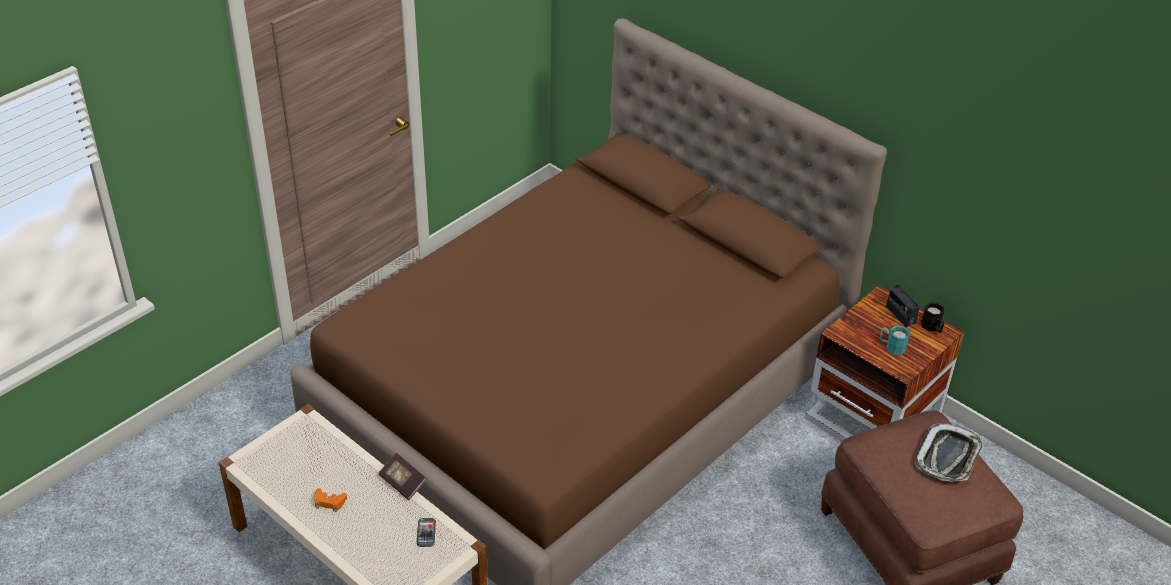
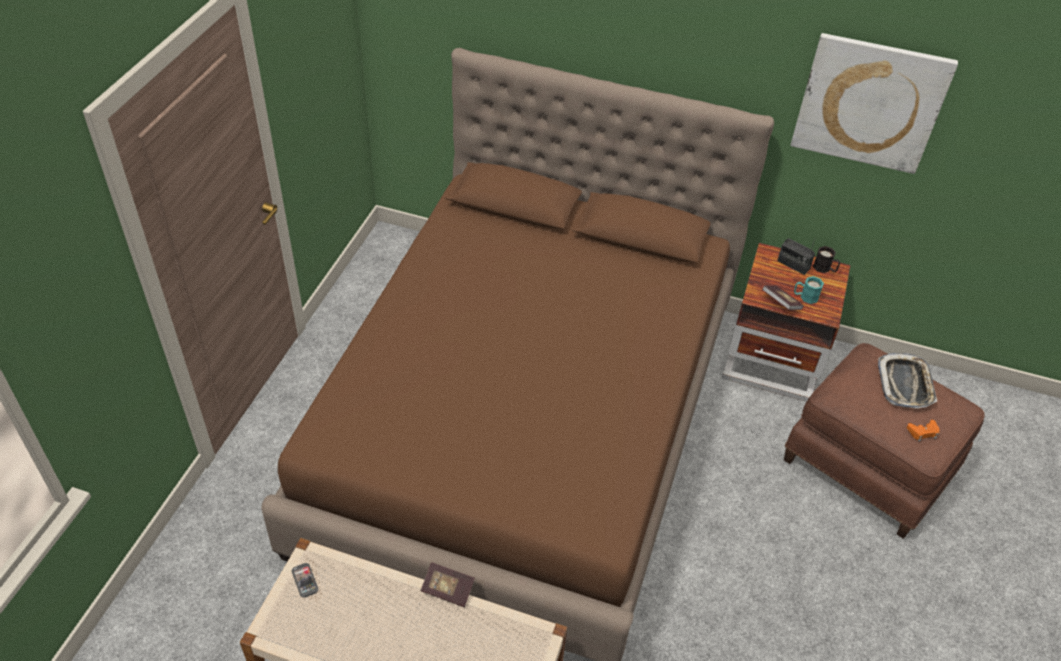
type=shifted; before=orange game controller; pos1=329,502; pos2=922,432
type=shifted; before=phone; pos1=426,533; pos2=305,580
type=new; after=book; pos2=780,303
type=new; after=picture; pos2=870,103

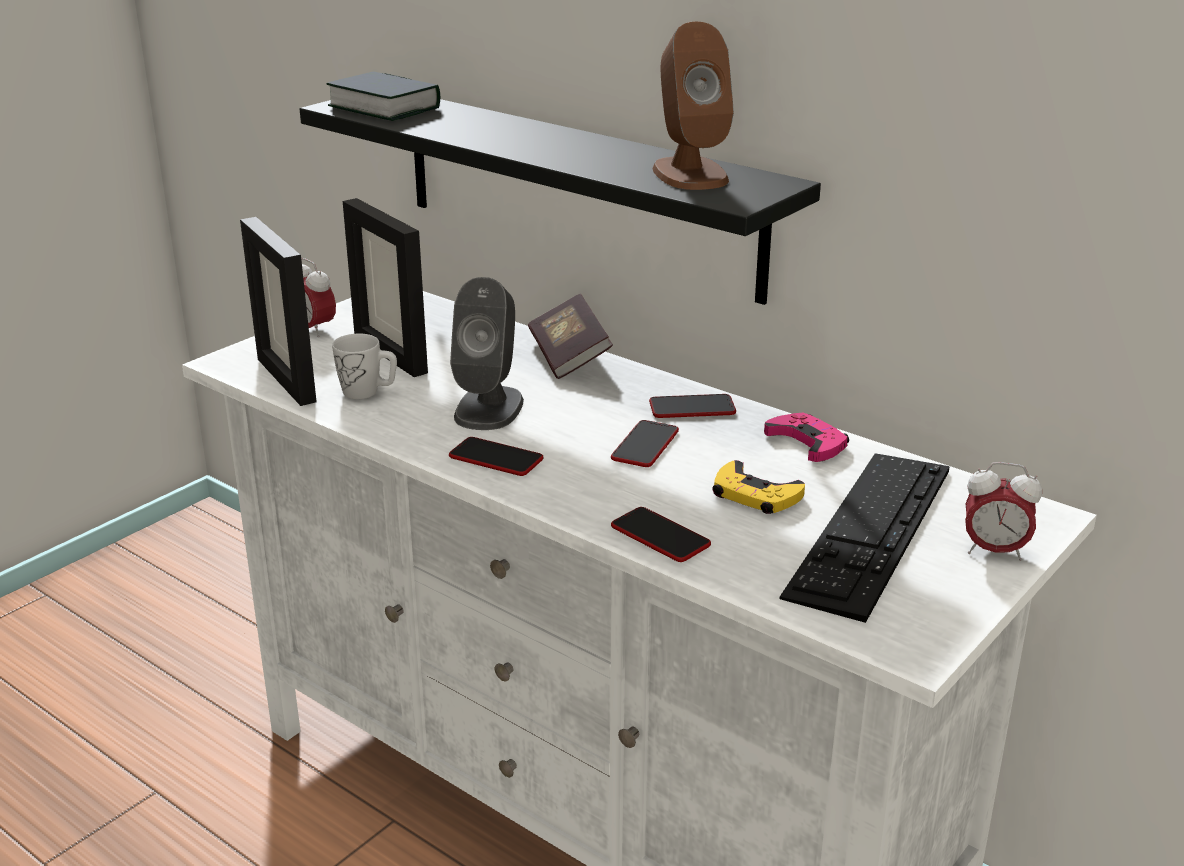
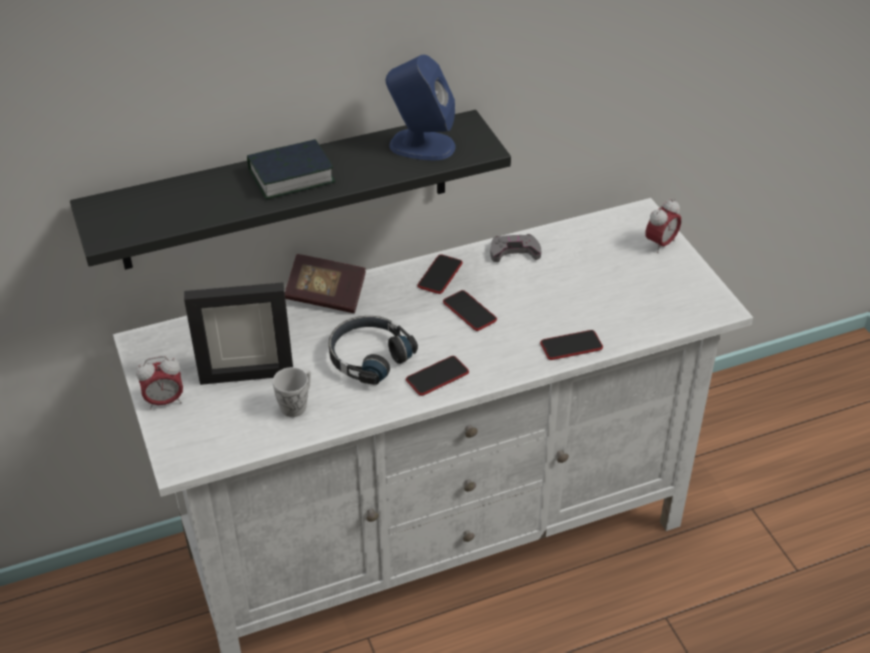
type=gone; before=picture frame; pos1=289,379
type=shifted; before=book; pos1=384,107; pos2=291,176
type=swapped; before=grey speaker; after=black headphones; pos1=489,408; pos2=368,356
type=repainted; before=brown speaker; after=blue speaker; pos1=689,174; pos2=421,145
type=gone; before=yellow game controller; pos1=755,495
type=repainted; before=pink game controller; after=grey game controller; pos1=807,442; pos2=514,251
type=gone; before=keyboard; pos1=870,530

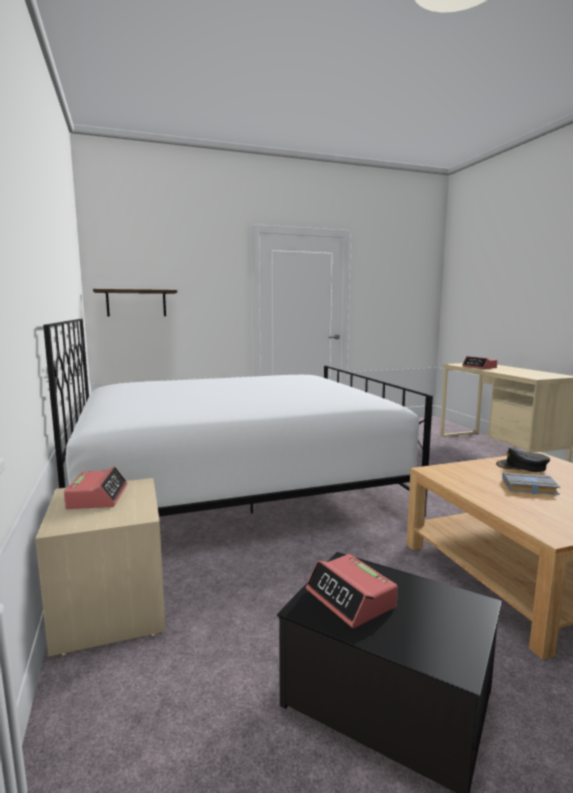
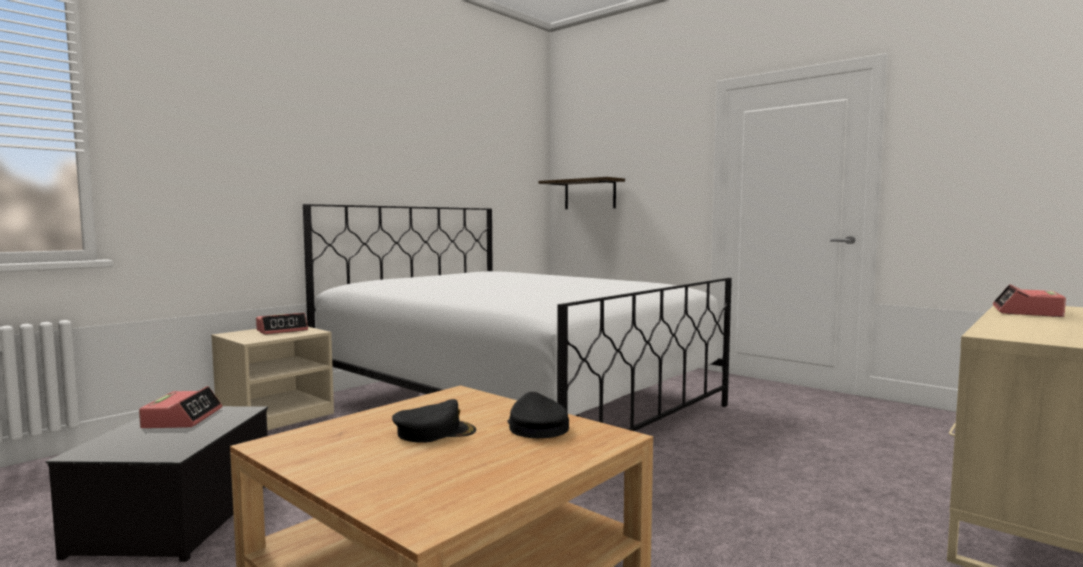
type=rotated; before=alarm clock; pos1=351,599; pos2=183,418; turn=150
type=swapped; before=grey book; after=black cap; pos1=528,487; pos2=434,432

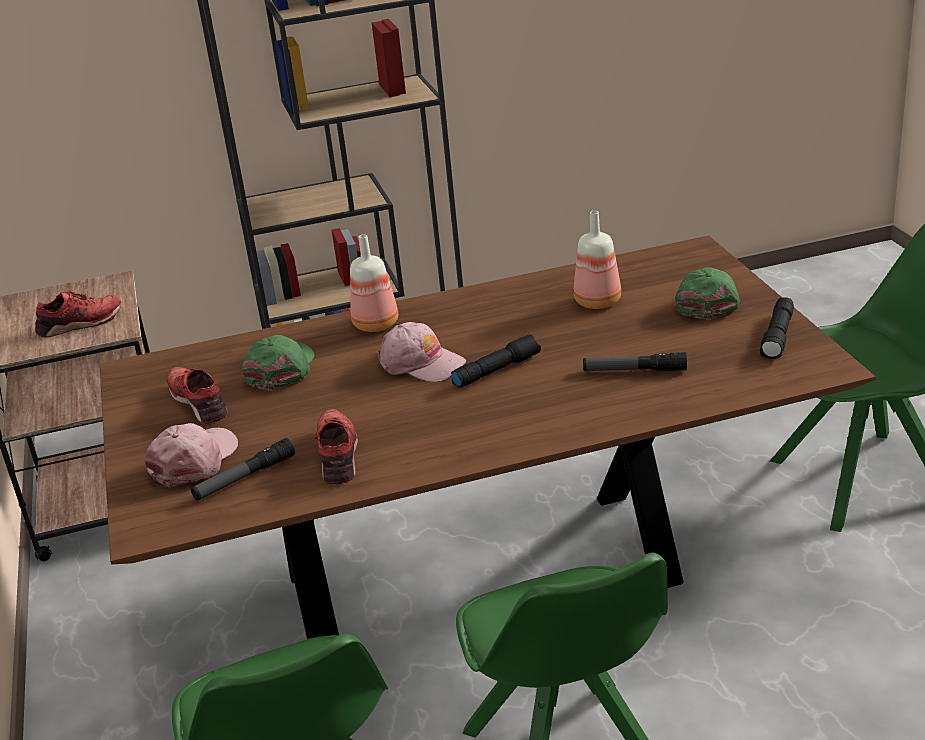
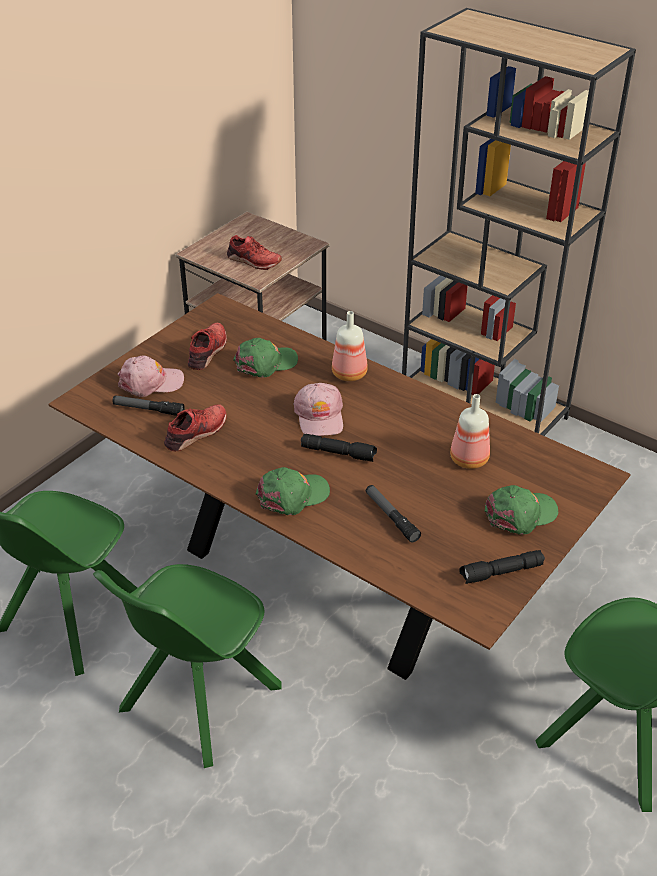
type=new; after=green cap; pos2=293,496

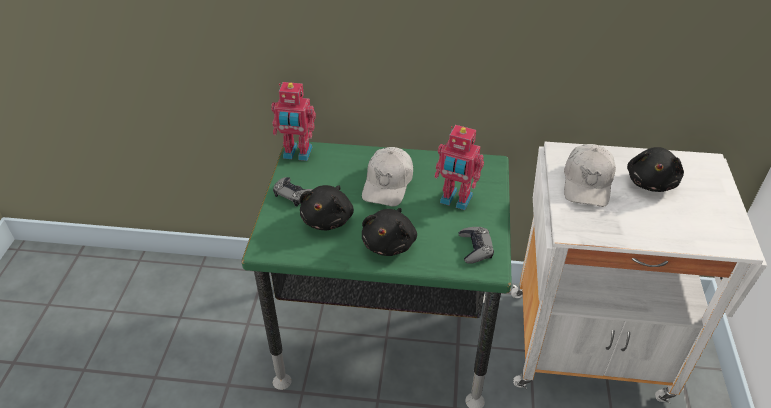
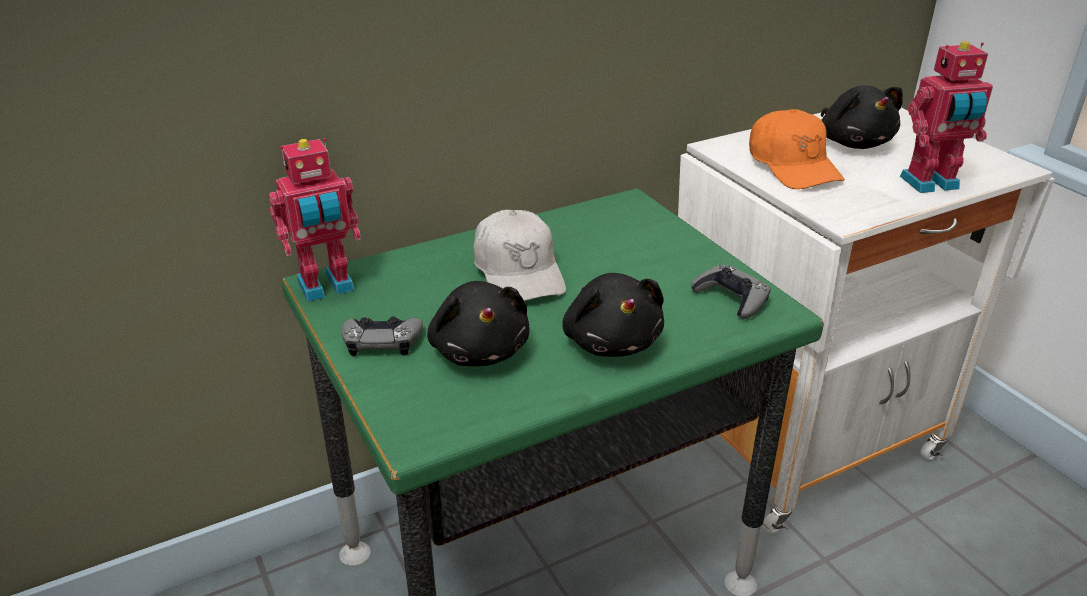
type=shifted; before=toy robot; pos1=455,200; pos2=931,184
type=repainted; before=white cap; after=orange cap; pos1=587,183; pos2=792,166

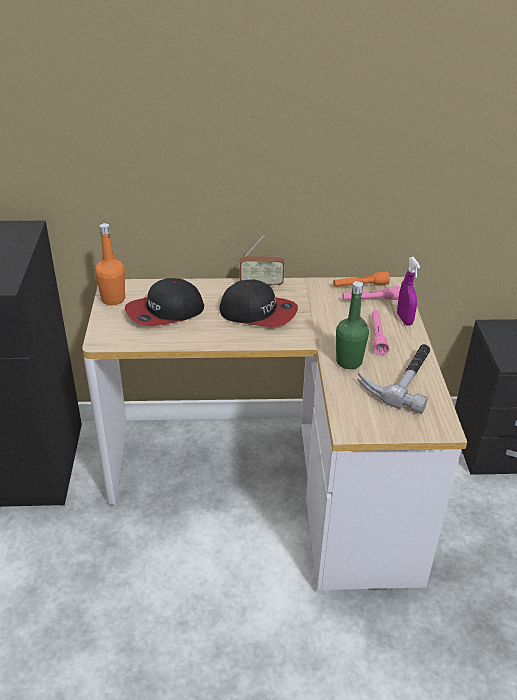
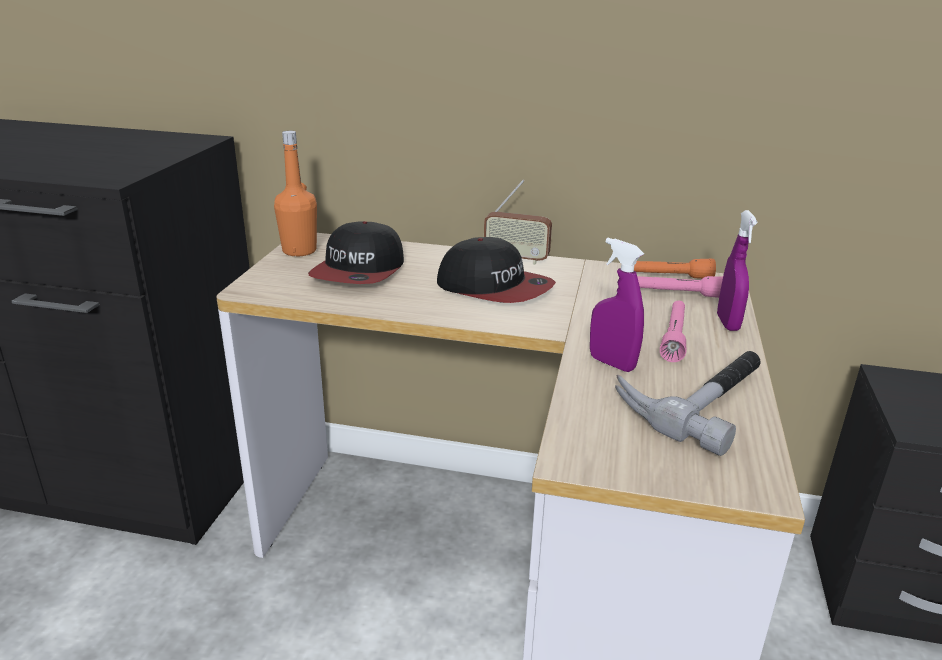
type=rotated; before=cap; pos1=165,312; pos2=360,271; turn=-60
type=swapped; before=green bottle; after=purple spray bottle; pos1=349,362; pos2=612,363

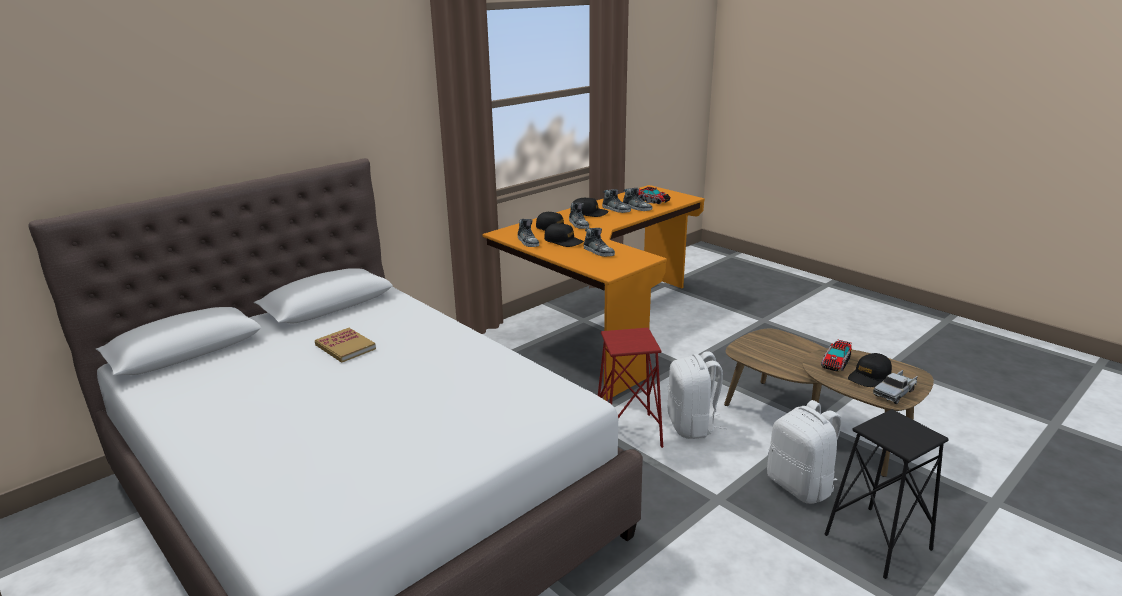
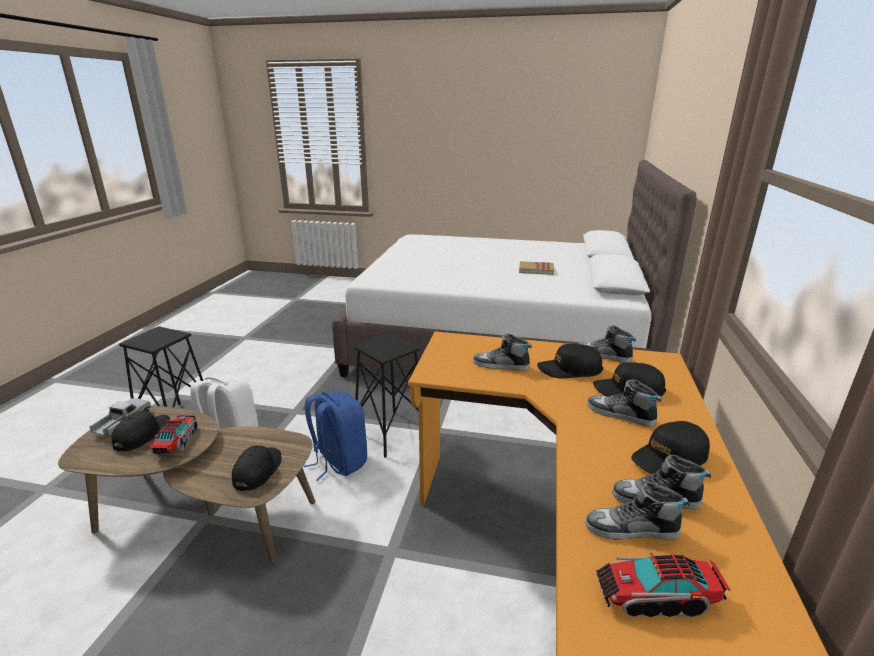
type=repainted; before=red stool; after=black stool; pos1=628,433; pos2=390,433
type=repainted; before=white backpack; after=blue backpack; pos1=692,426; pos2=338,461
type=new; after=black cap; pos2=258,471

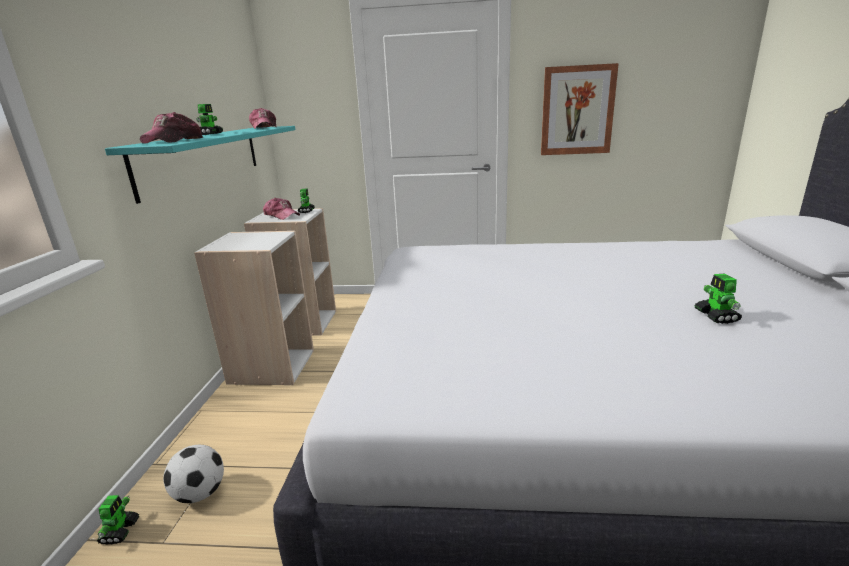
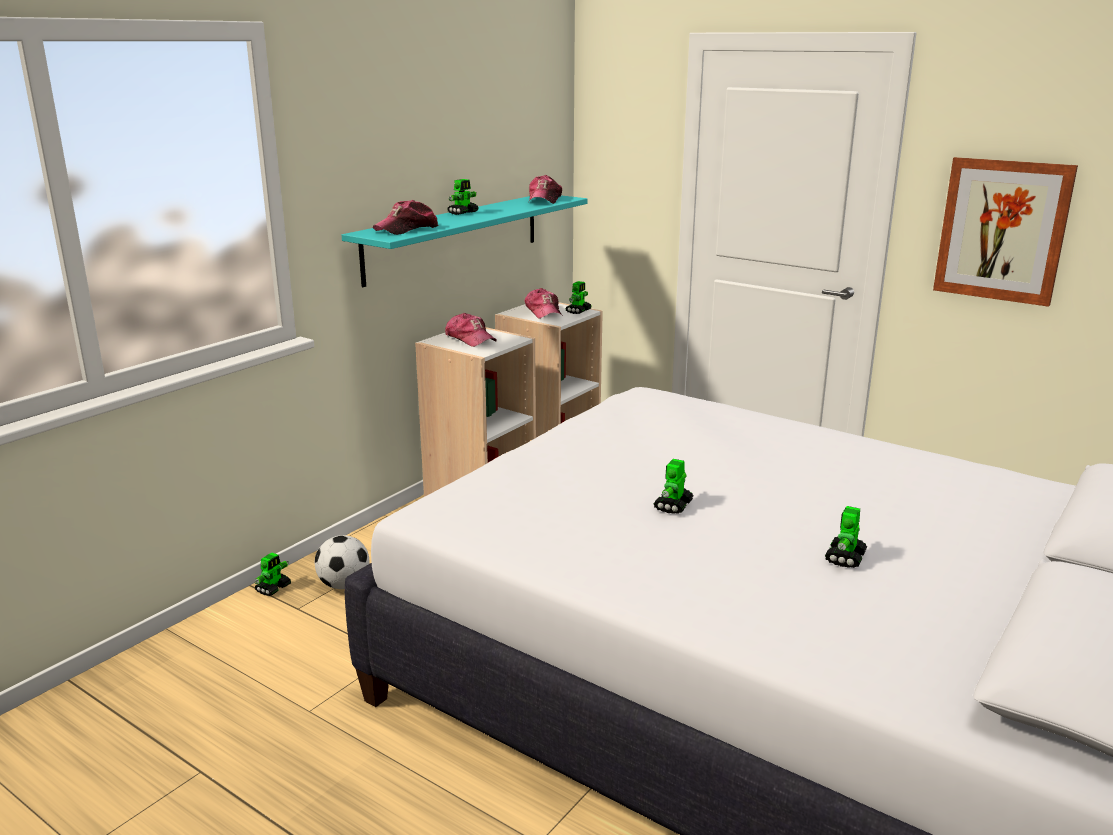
type=new; after=cap; pos2=470,339
type=new; after=toy robot; pos2=673,506

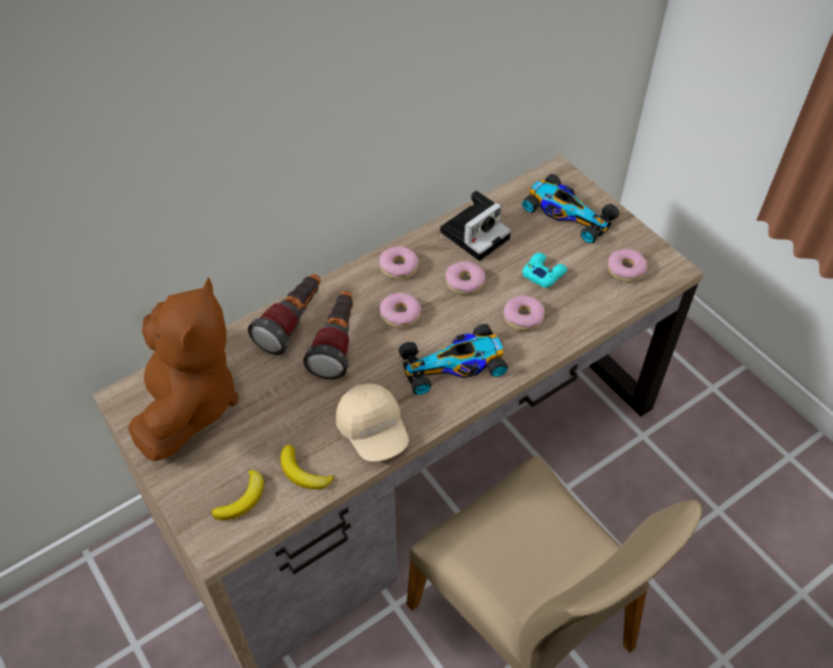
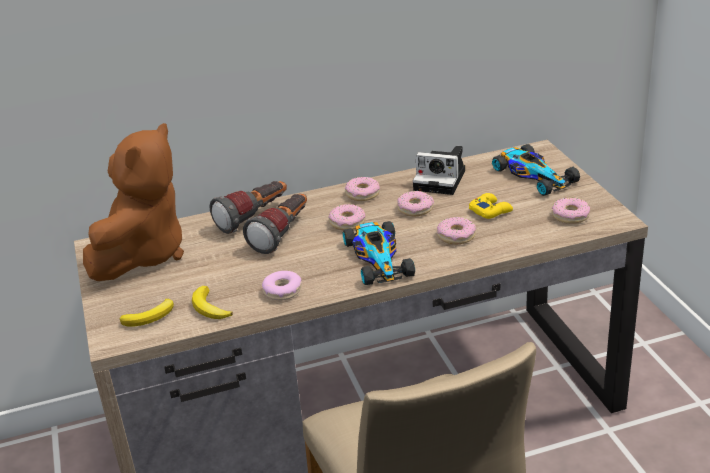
type=swapped; before=beige cap; after=donut; pos1=373,431; pos2=282,291
type=rotated; before=toy car; pos1=455,364; pos2=378,258; turn=-105
type=rotated; before=photo camera; pos1=476,233; pos2=442,180; turn=45
type=repainted; before=turquoise game controller; after=yellow game controller; pos1=543,273; pos2=490,210

